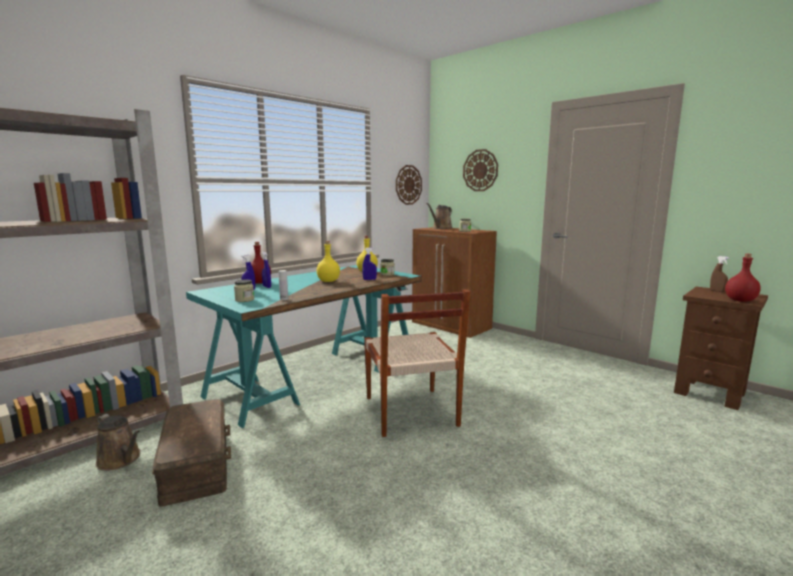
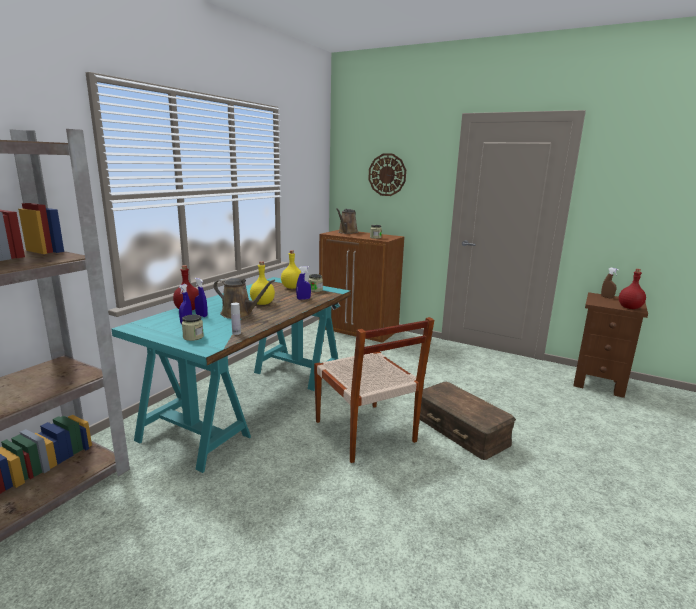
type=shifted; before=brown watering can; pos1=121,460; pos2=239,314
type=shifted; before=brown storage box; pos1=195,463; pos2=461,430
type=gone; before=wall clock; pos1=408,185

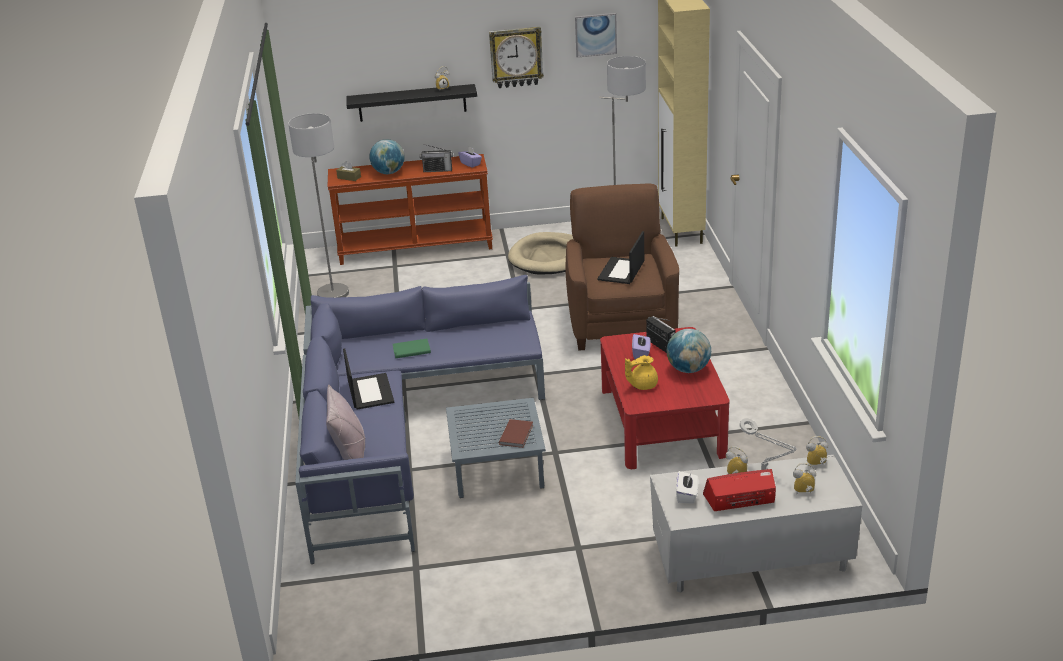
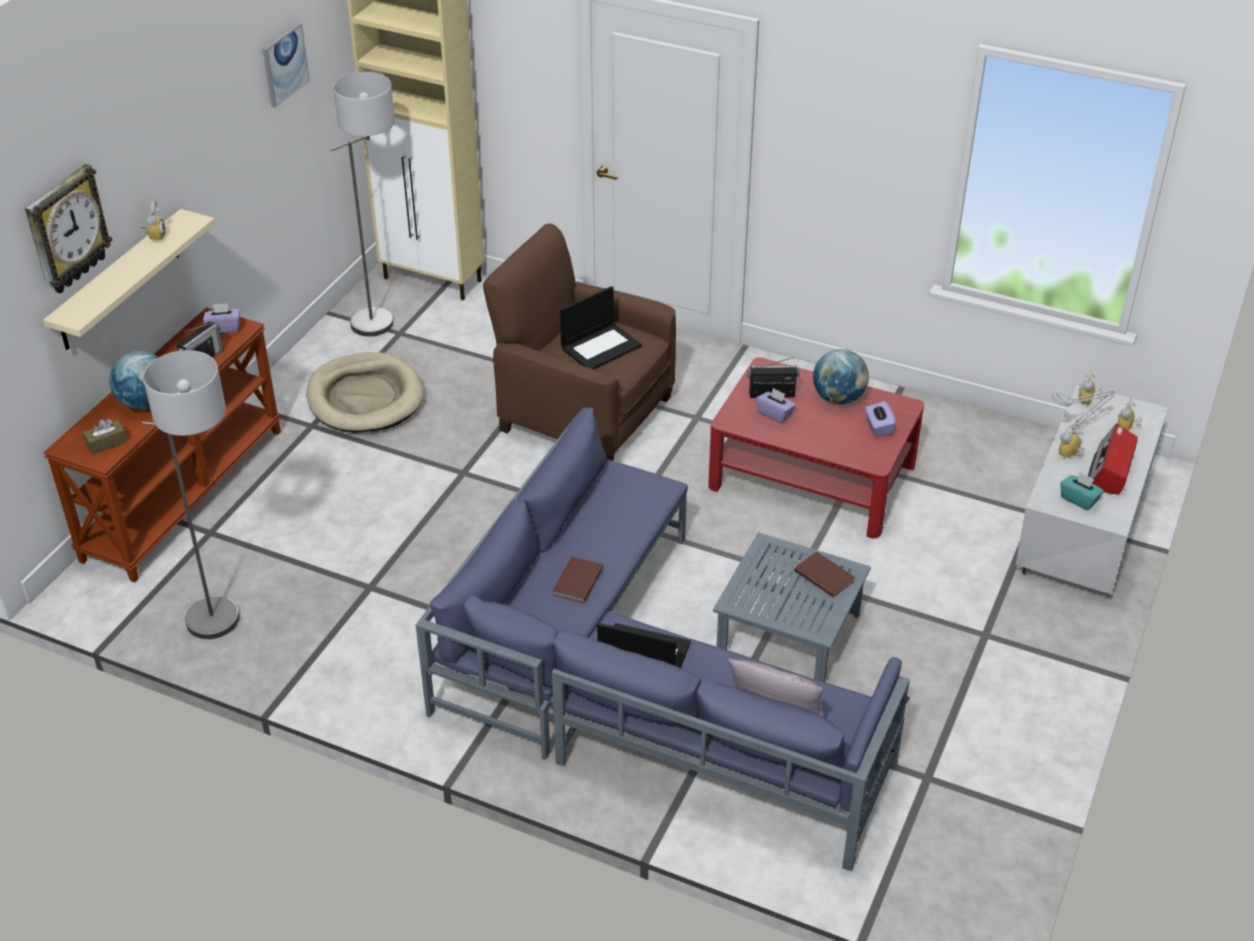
type=repainted; before=black shelf; after=beige shelf; pos1=412,103; pos2=119,281
type=repainted; before=green book; after=brown book; pos1=411,349; pos2=576,582
type=shifted; before=wall clock; pos1=516,57; pos2=66,230
type=rotated; before=laptop; pos1=621,271; pos2=601,346; turn=-90
type=gone; before=yellow teapot; pos1=642,385
type=repainted; before=white tissue box; after=turquoise tissue box; pos1=687,495; pos2=1079,499
type=new; after=purple tissue box; pos2=878,427

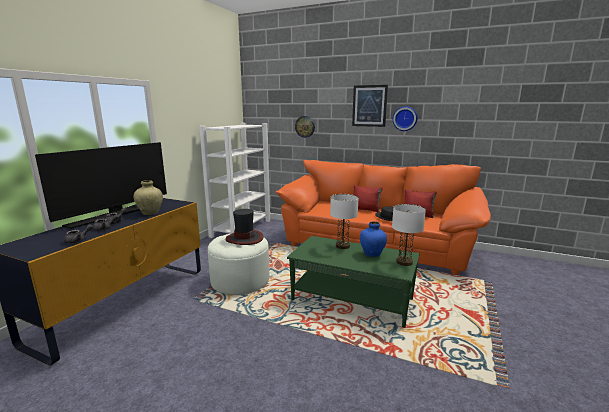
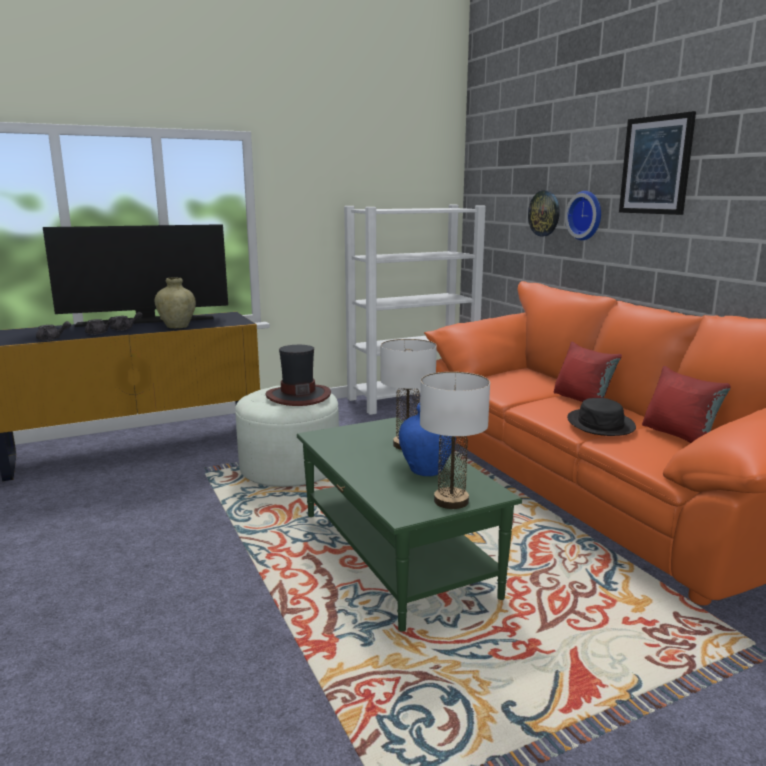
type=shifted; before=wall clock; pos1=405,118; pos2=586,215

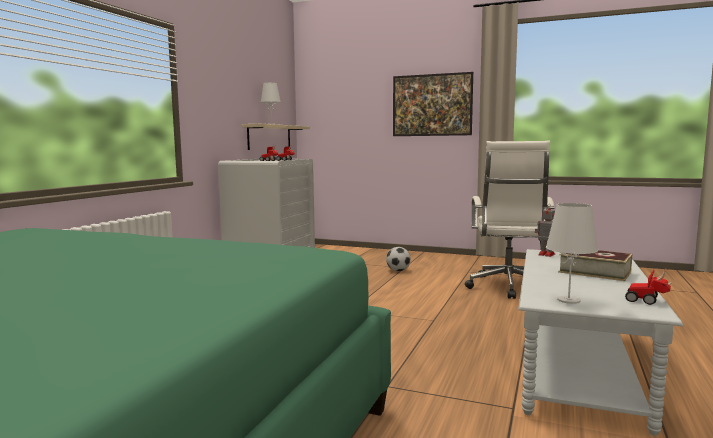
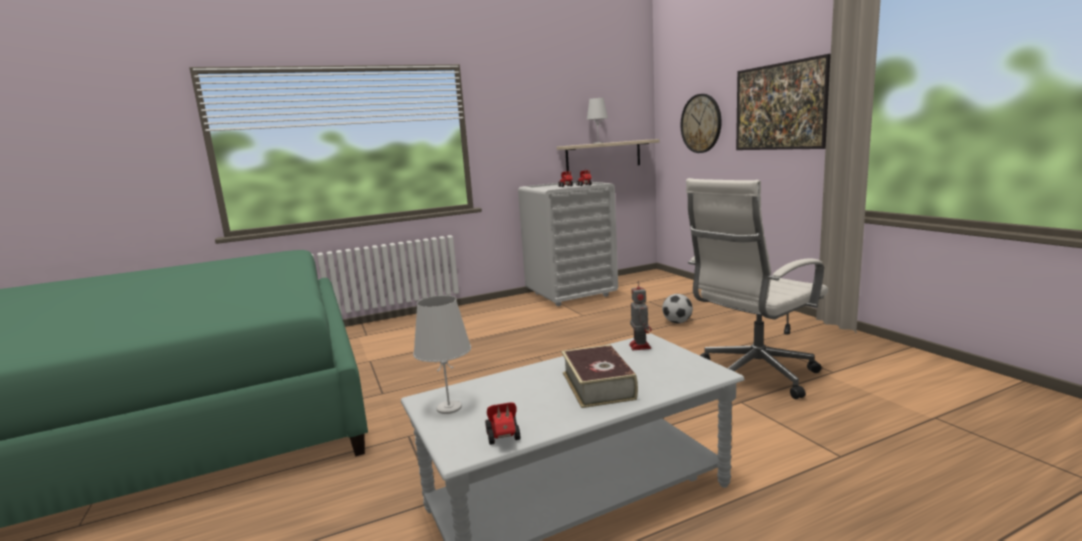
type=new; after=wall clock; pos2=701,123

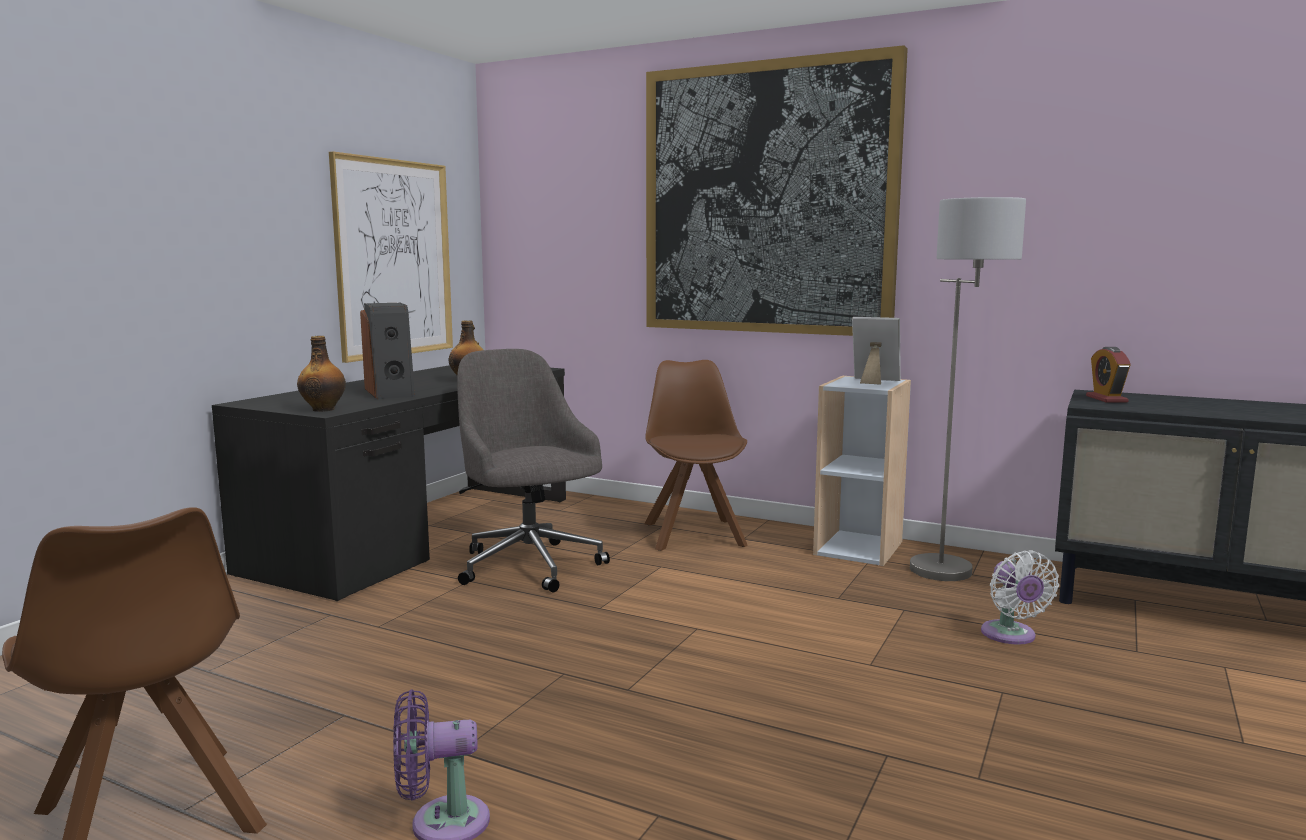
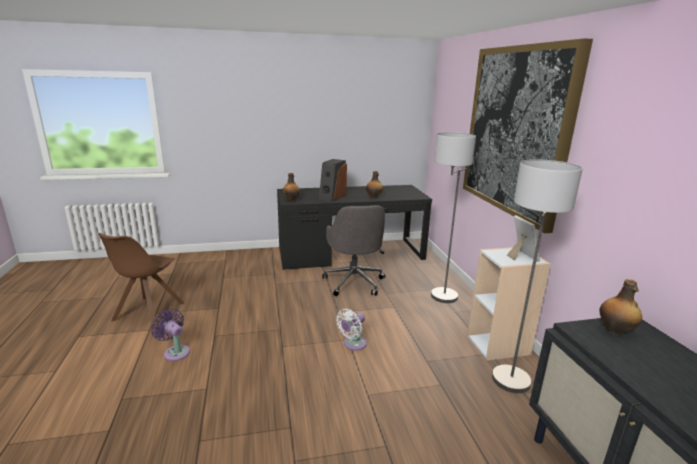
type=gone; before=picture; pos1=394,258
type=rotated; before=grey office chair; pos1=528,565; pos2=354,283; turn=150
type=swapped; before=brown chair; after=grey floor lamp; pos1=694,534; pos2=439,299
type=shifted; before=white fan; pos1=1011,636; pos2=353,344
type=swapped; before=alarm clock; after=bottle; pos1=1106,399; pos2=615,331

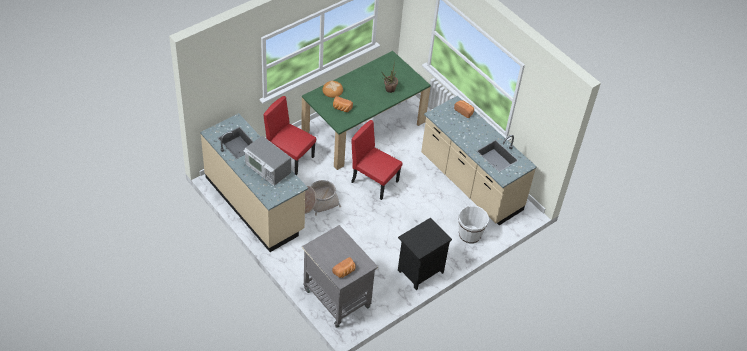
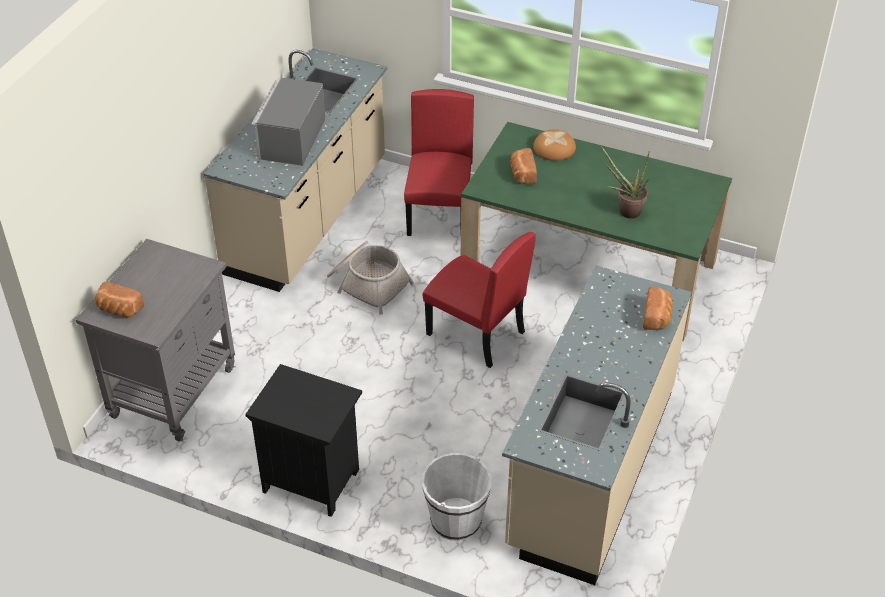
type=rotated; before=red chair; pos1=375,181; pos2=475,333; turn=120

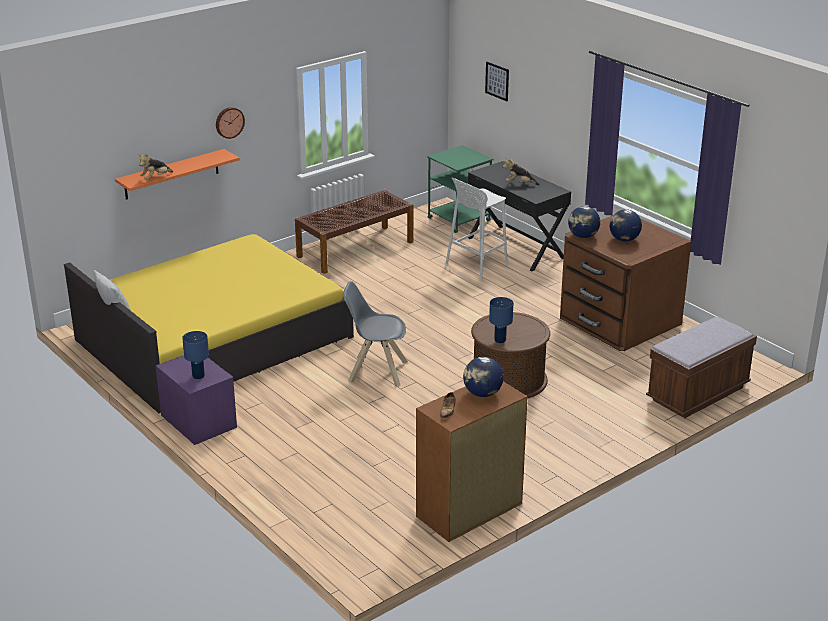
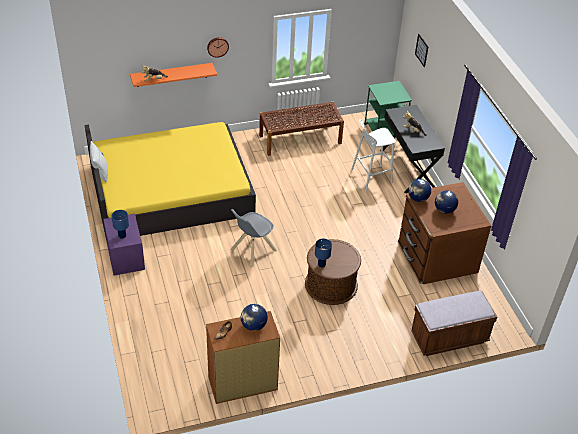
type=rotated; before=grey chair; pos1=376,371; pos2=252,250; turn=-75

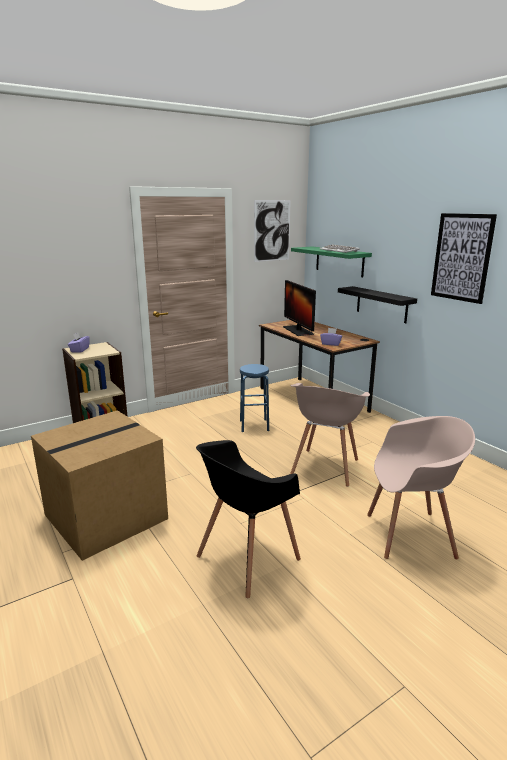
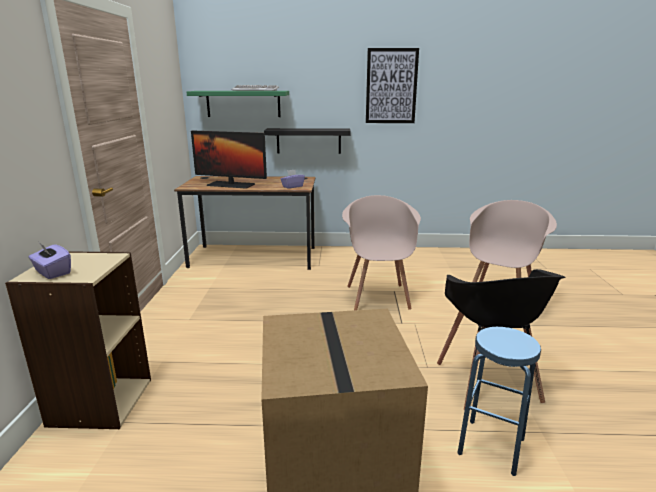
type=shifted; before=blue stool; pos1=254,425; pos2=491,446
type=gone; before=picture; pos1=272,230
type=rotated; before=beige chair; pos1=325,468; pos2=378,297; turn=-150

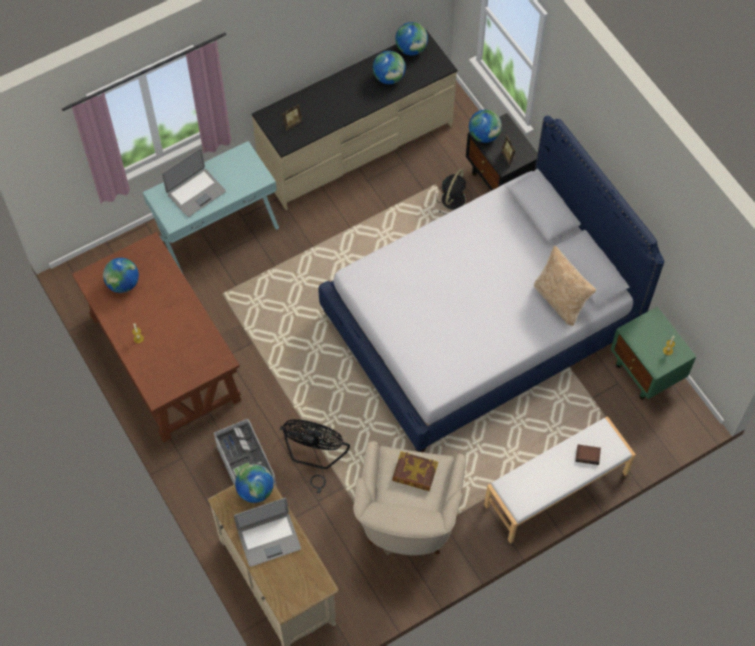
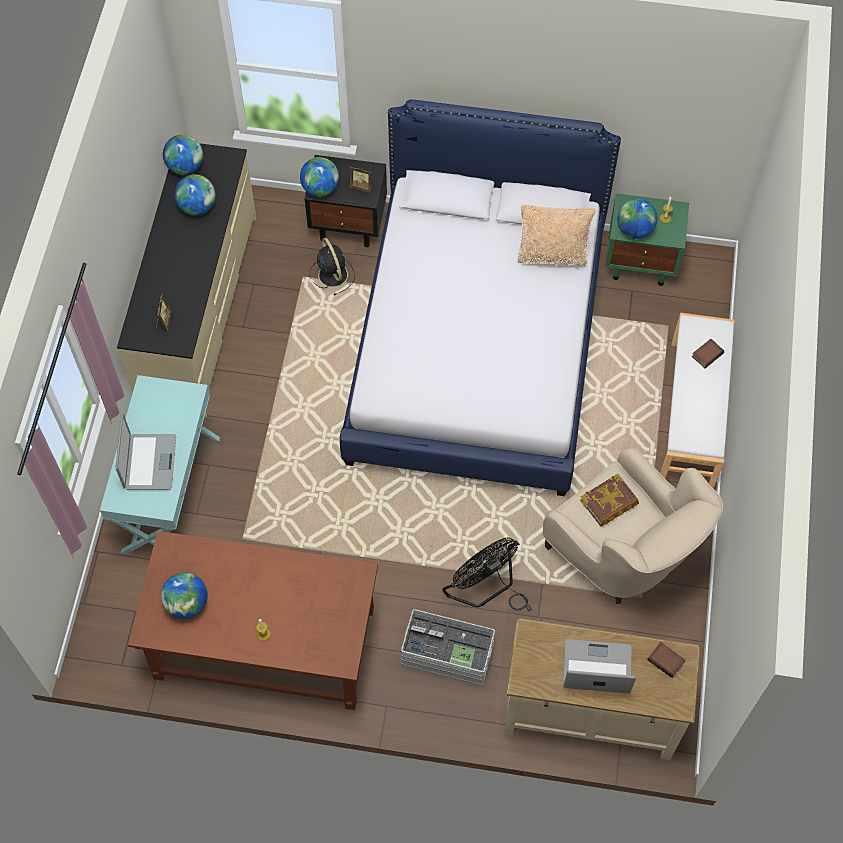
type=rotated; before=laptop; pos1=269,539; pos2=597,668; turn=-105
type=shifted; before=globe; pos1=255,490; pos2=634,230
type=new; after=book; pos2=666,660

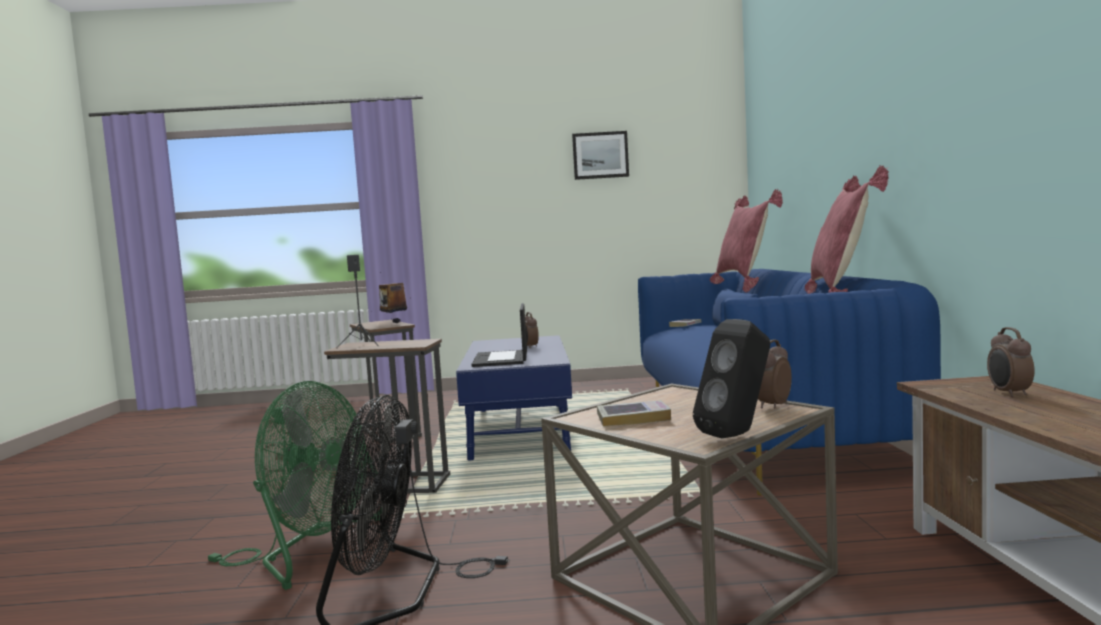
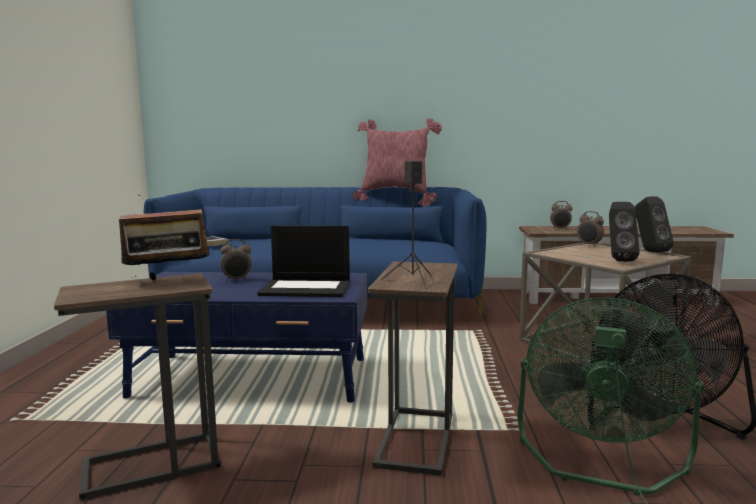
type=gone; before=picture; pos1=600,155
type=swapped; before=book; after=black speaker; pos1=633,418; pos2=618,260
type=gone; before=red pillow; pos1=746,289

